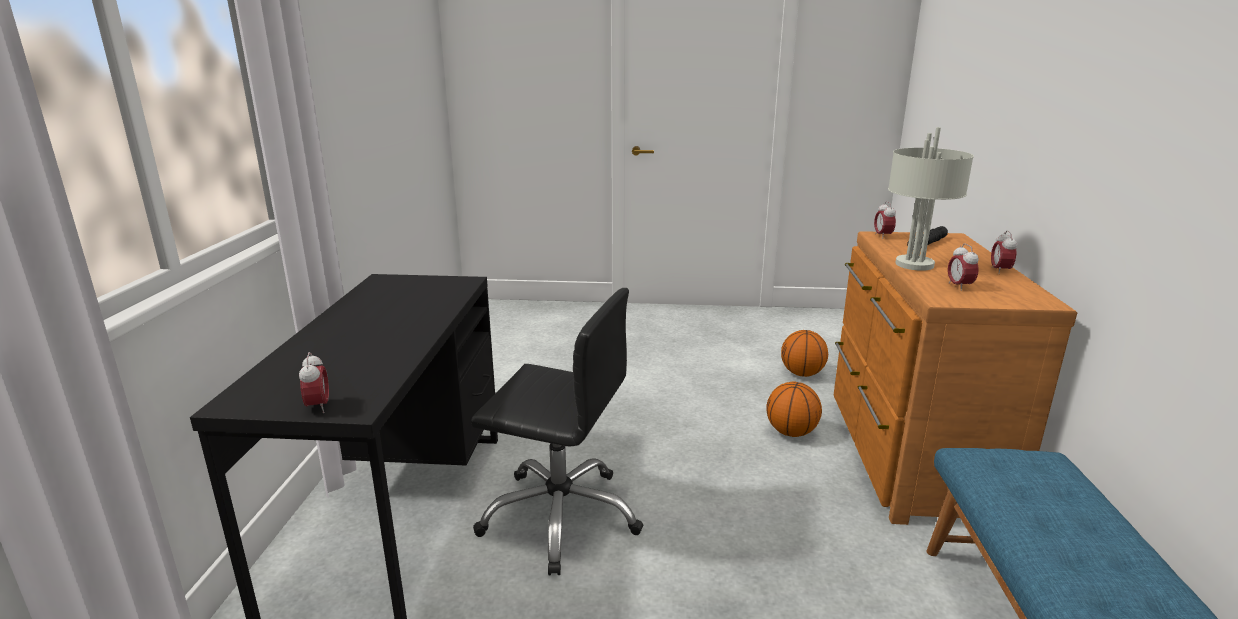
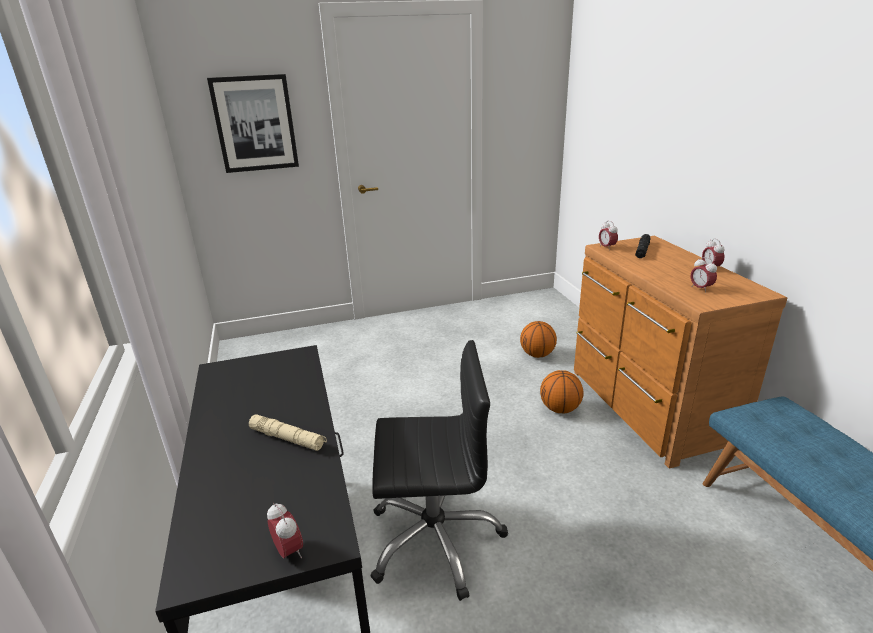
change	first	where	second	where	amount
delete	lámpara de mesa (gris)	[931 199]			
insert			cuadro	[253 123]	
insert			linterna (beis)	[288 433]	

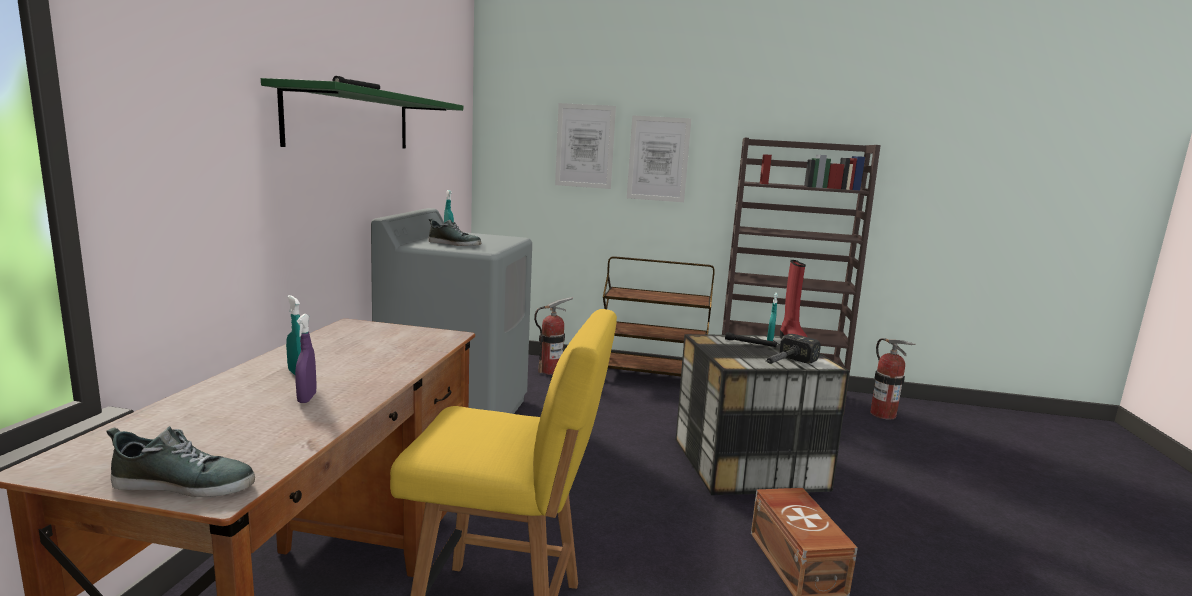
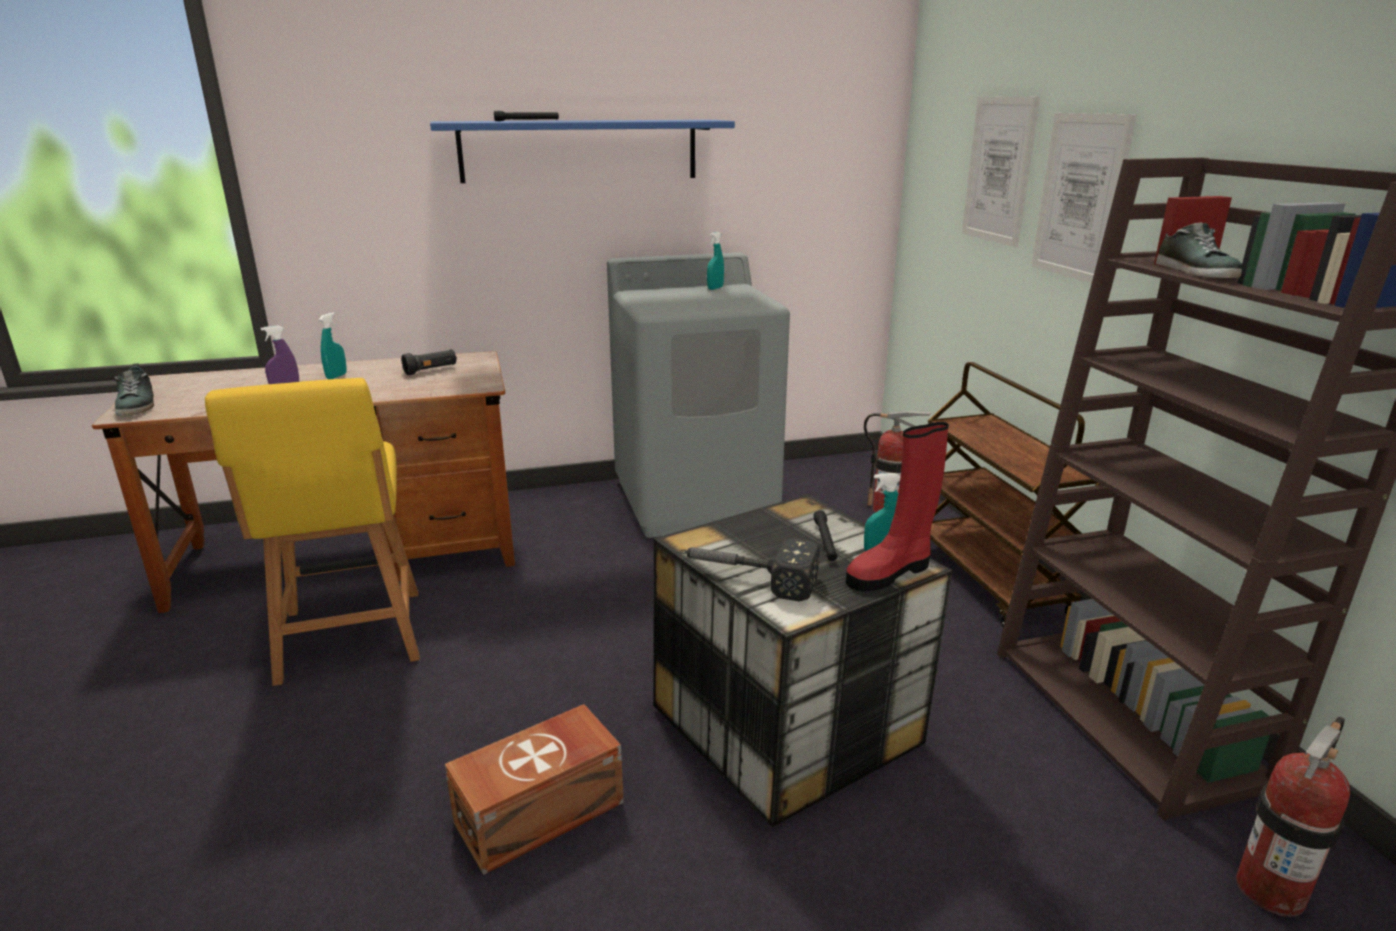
change	first	where	second	where	amount
insert			linterna (negro)	[429 362]	
move	zapato	[455 232]		[1199 250]	
recolor	estante (verde)	[362 113]	estante (azul)	[582 151]	

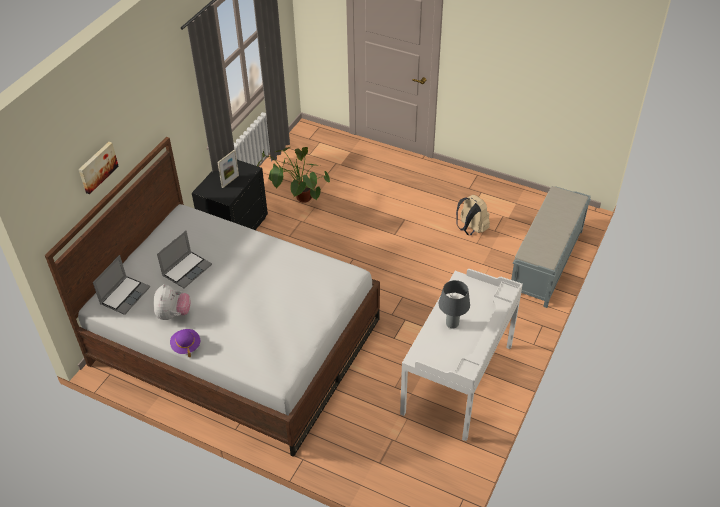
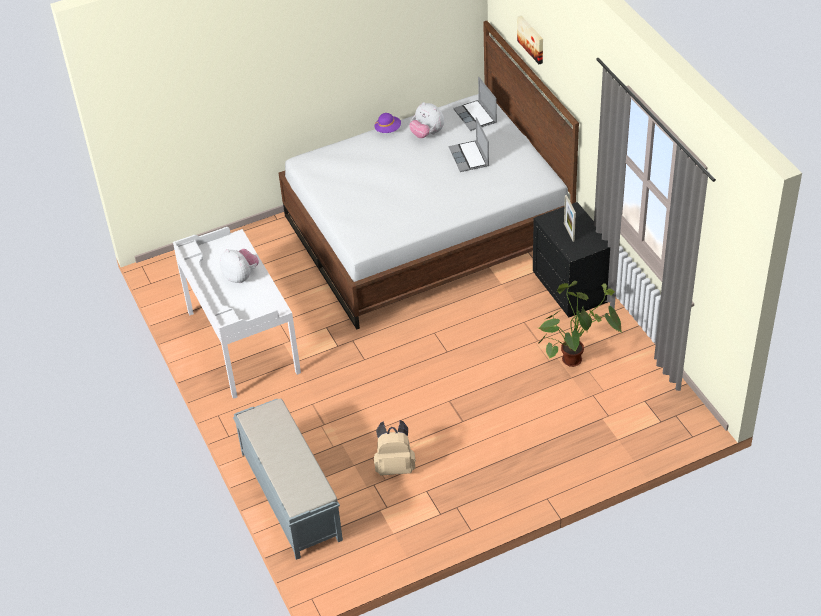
change	first	where	second	where	amount
replace	lámpara de mesa (gris)	[454 304]	peluche	[239 266]	

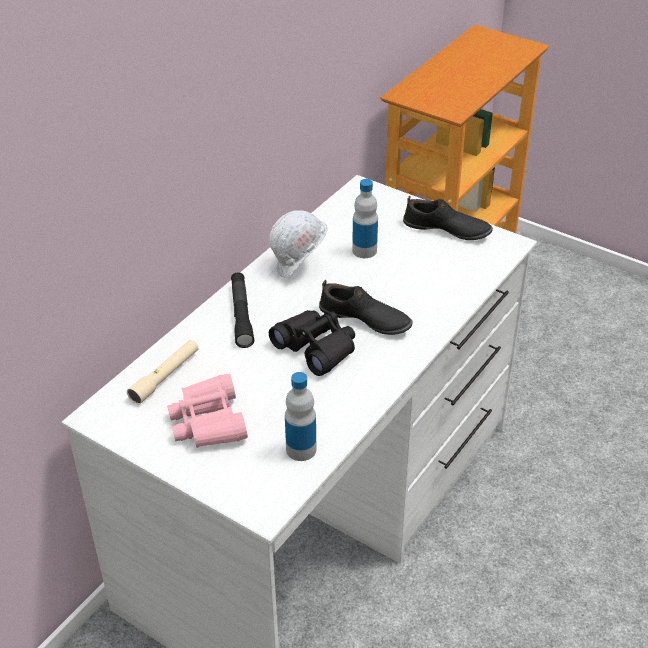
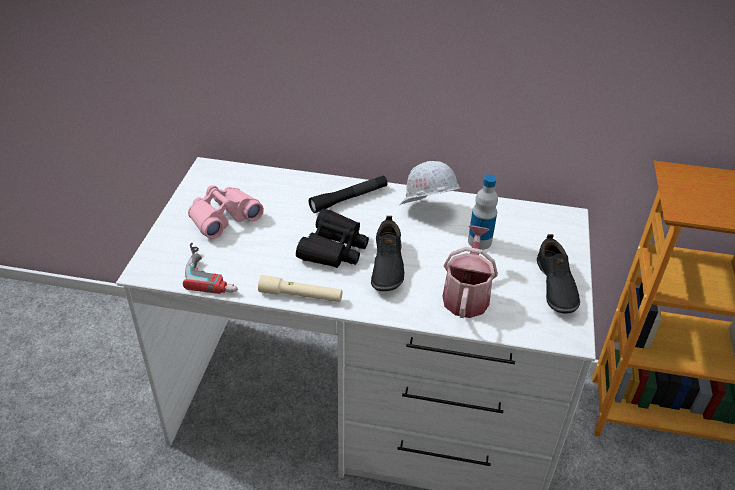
change	first	where	second	where	amount
insert			regadera	[470 272]	
move	linterna (beis)	[162 372]		[300 288]	
replace	botella	[300 416]	taladro	[210 268]	

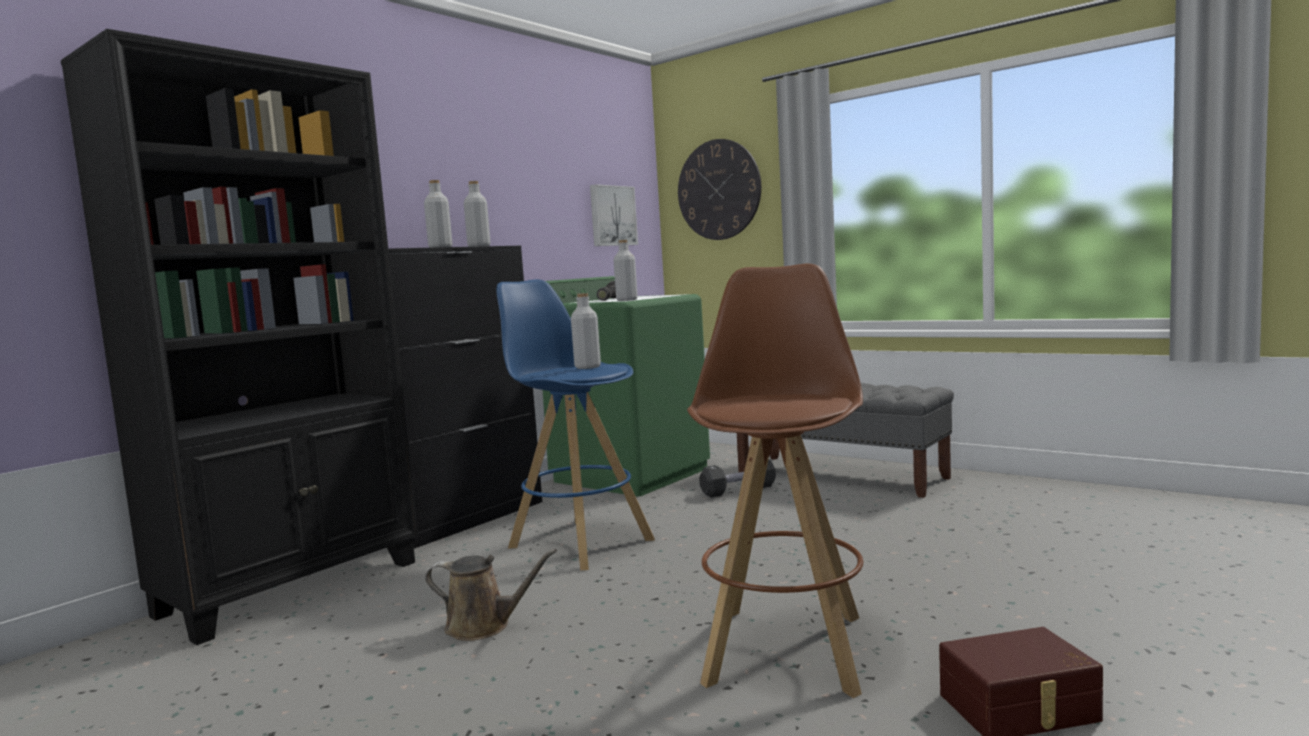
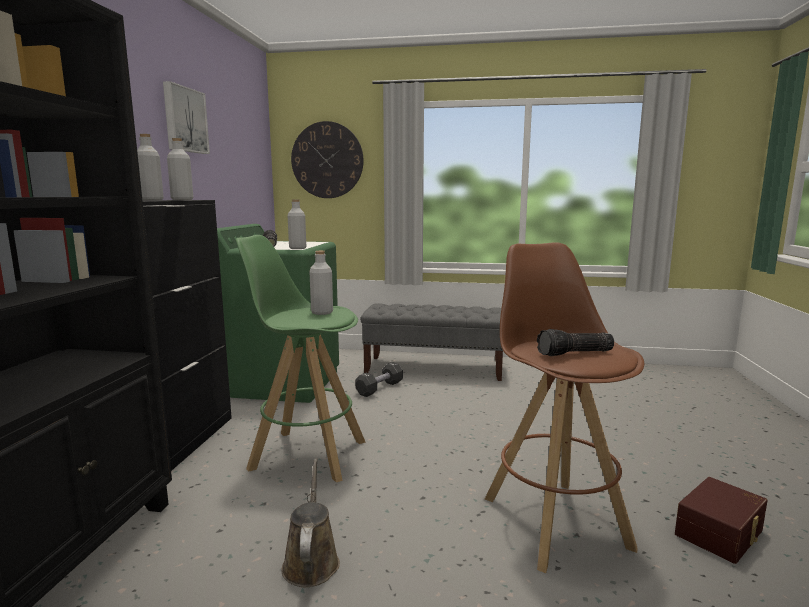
change	first	where	second	where	amount
insert			linterna	[575 342]	
move	cuadro	[614 215]		[186 117]	
recolor	taburete (azul)	[576 424]	taburete (verde)	[300 358]	
rotate	regadera (marrón)	[491 595]		[310 522]	75 degrees counterclockwise

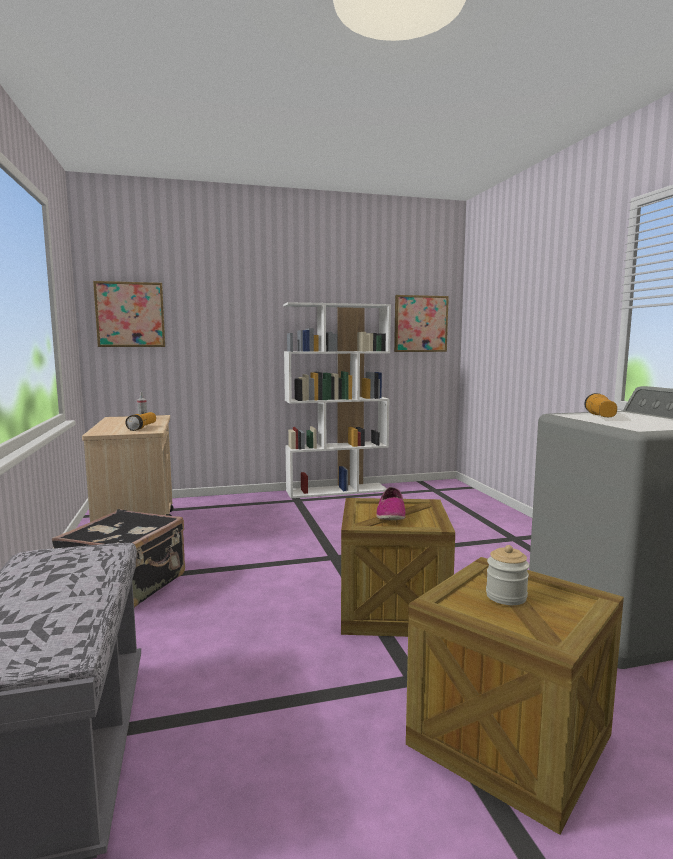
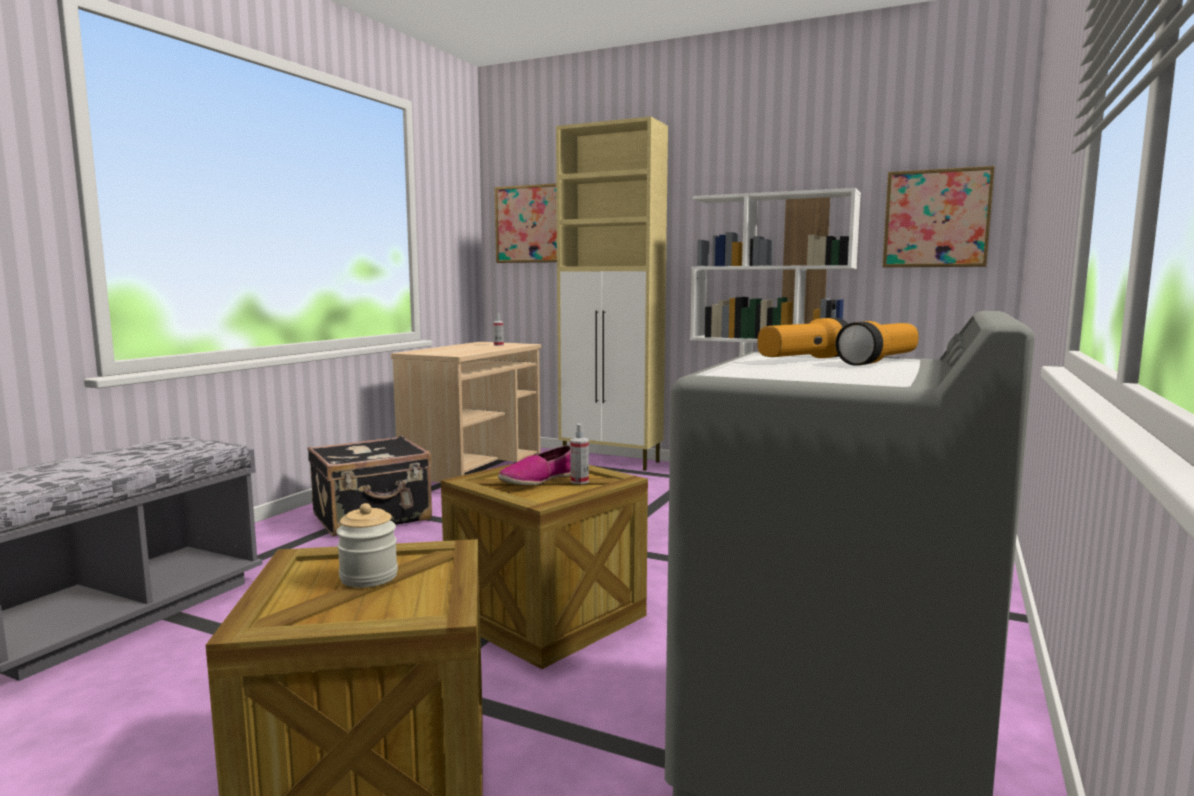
change	first	where	second	where	amount
insert			armario (beis)	[612 294]	
insert			pulverizador	[579 454]	
move	linterna	[140 421]		[876 343]	

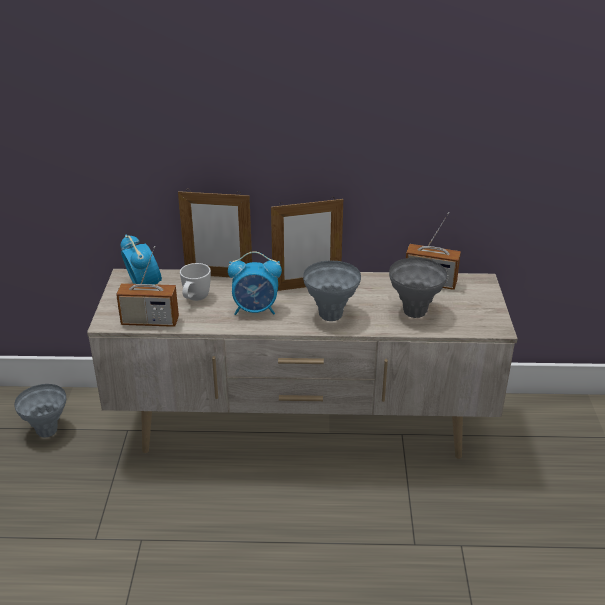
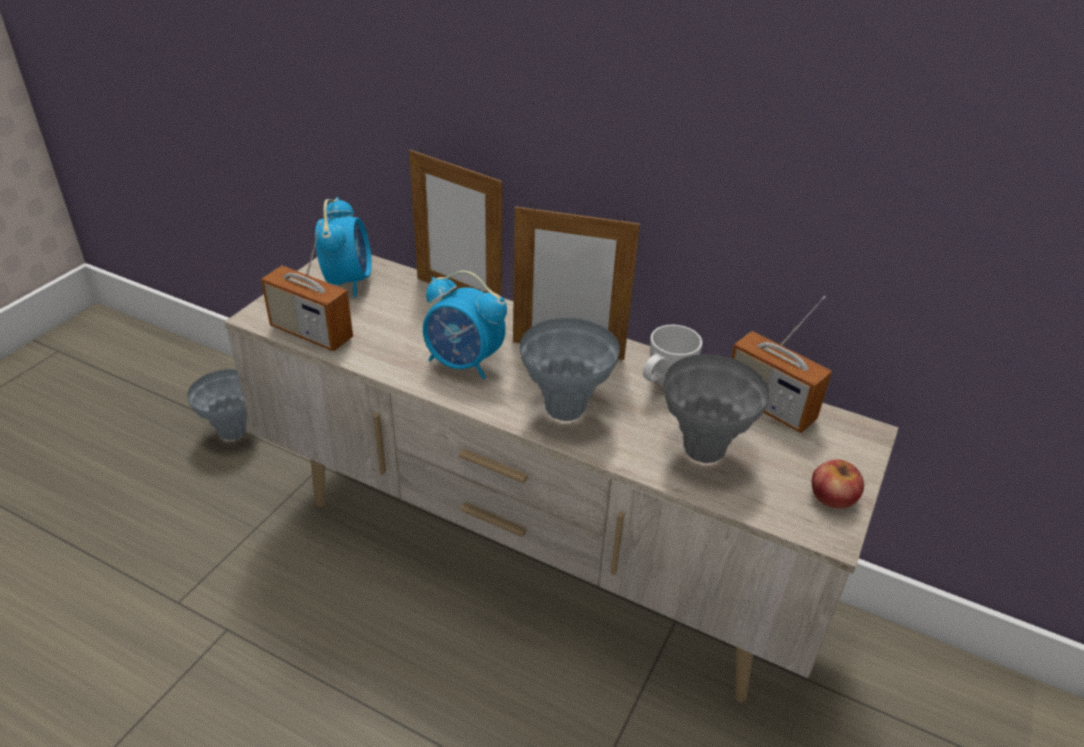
change	first	where	second	where	amount
insert			manzana	[838 484]	
move	taza grande (blanco)	[195 282]		[672 355]	

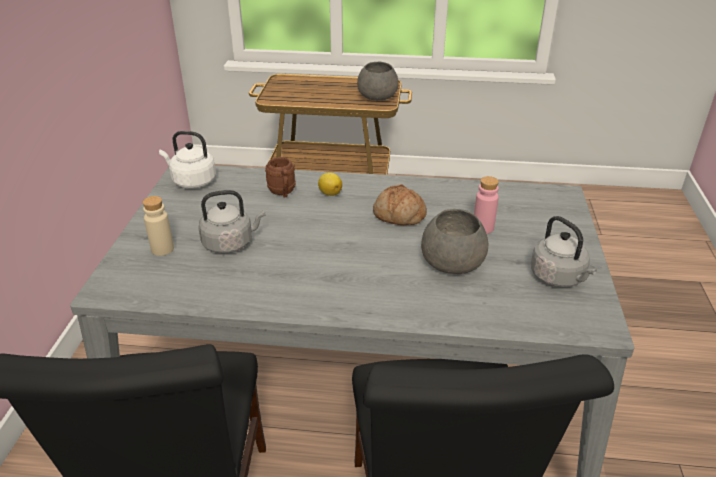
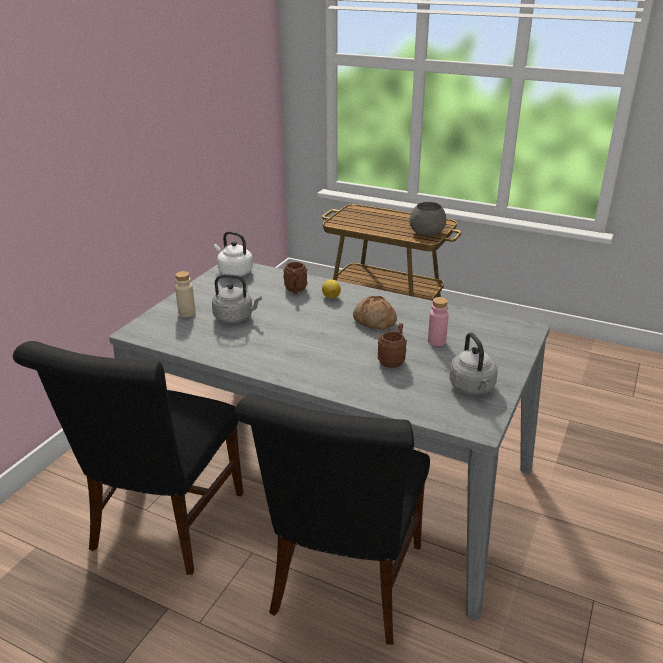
change	first	where	second	where	amount
replace	cuenco (gris)	[454 241]	taza grande (marrón)	[392 345]	

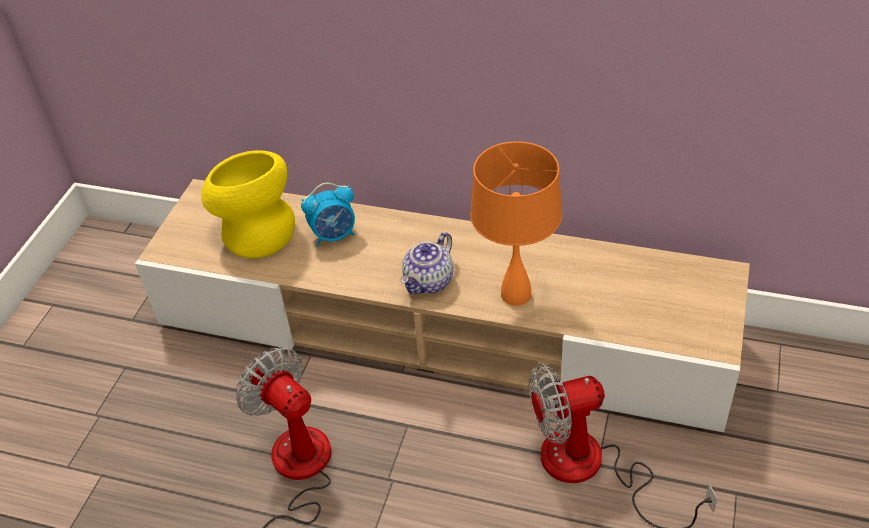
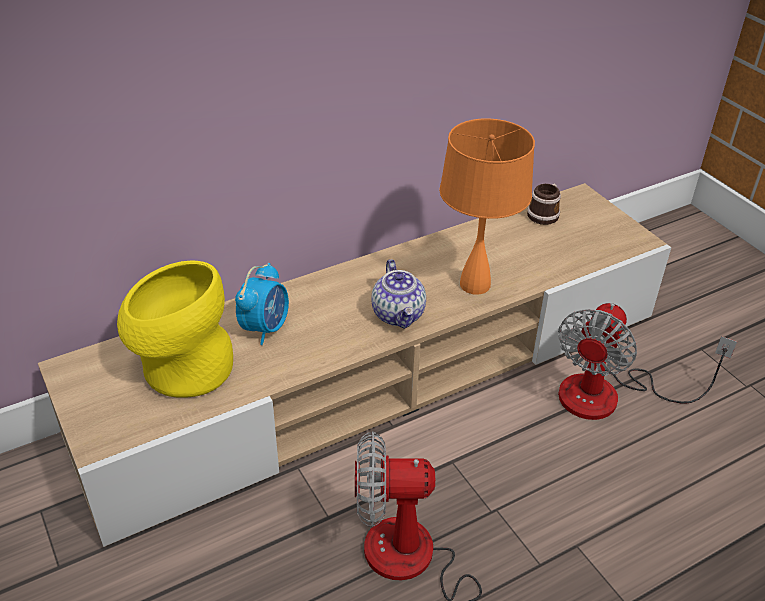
change	first	where	second	where	amount
insert			taza grande	[544 204]	

